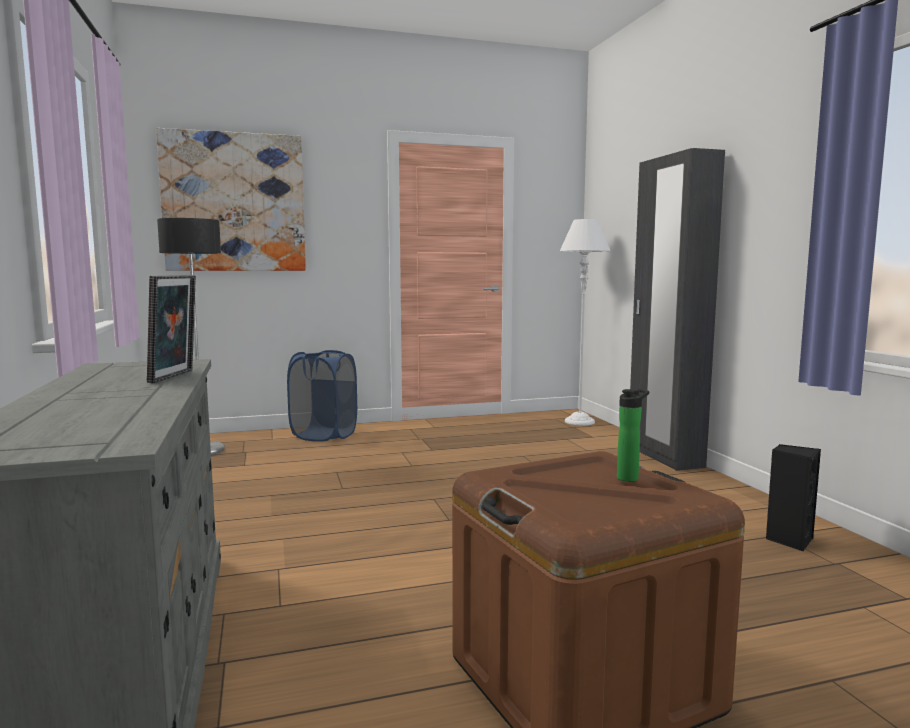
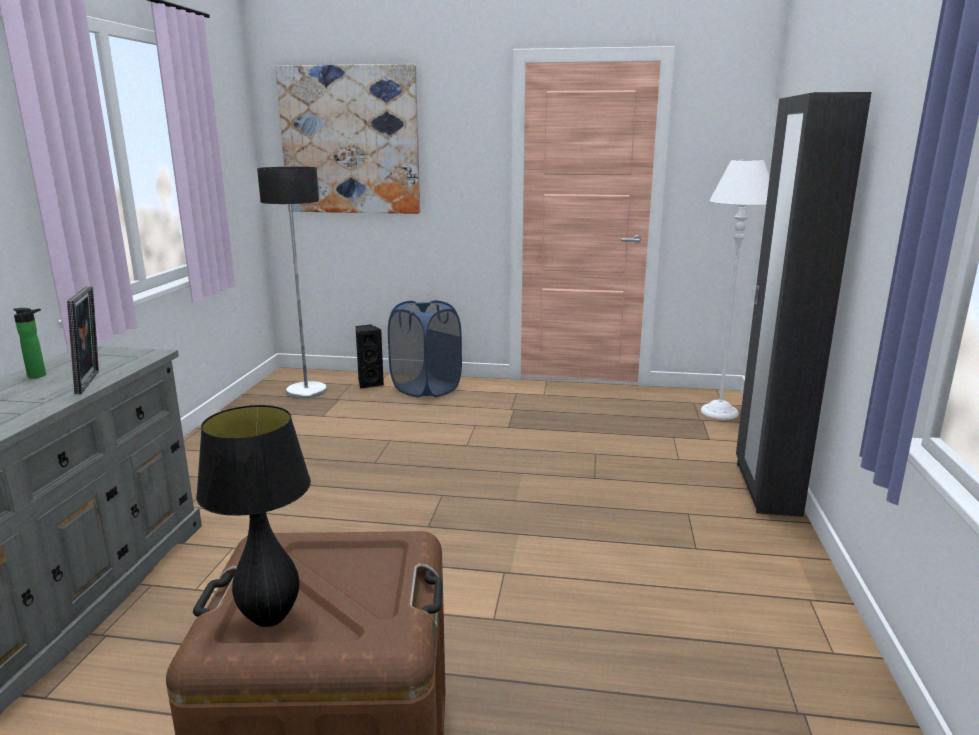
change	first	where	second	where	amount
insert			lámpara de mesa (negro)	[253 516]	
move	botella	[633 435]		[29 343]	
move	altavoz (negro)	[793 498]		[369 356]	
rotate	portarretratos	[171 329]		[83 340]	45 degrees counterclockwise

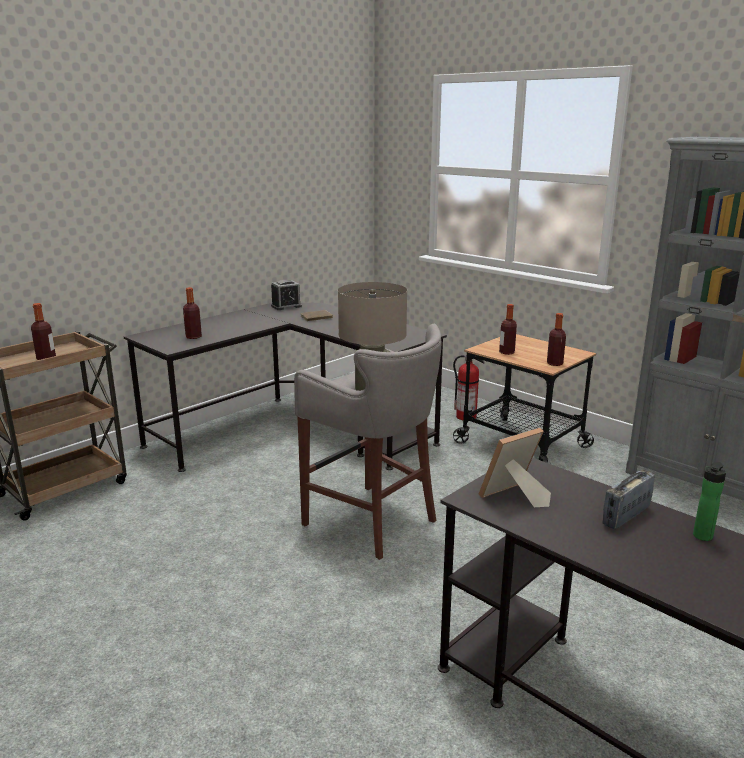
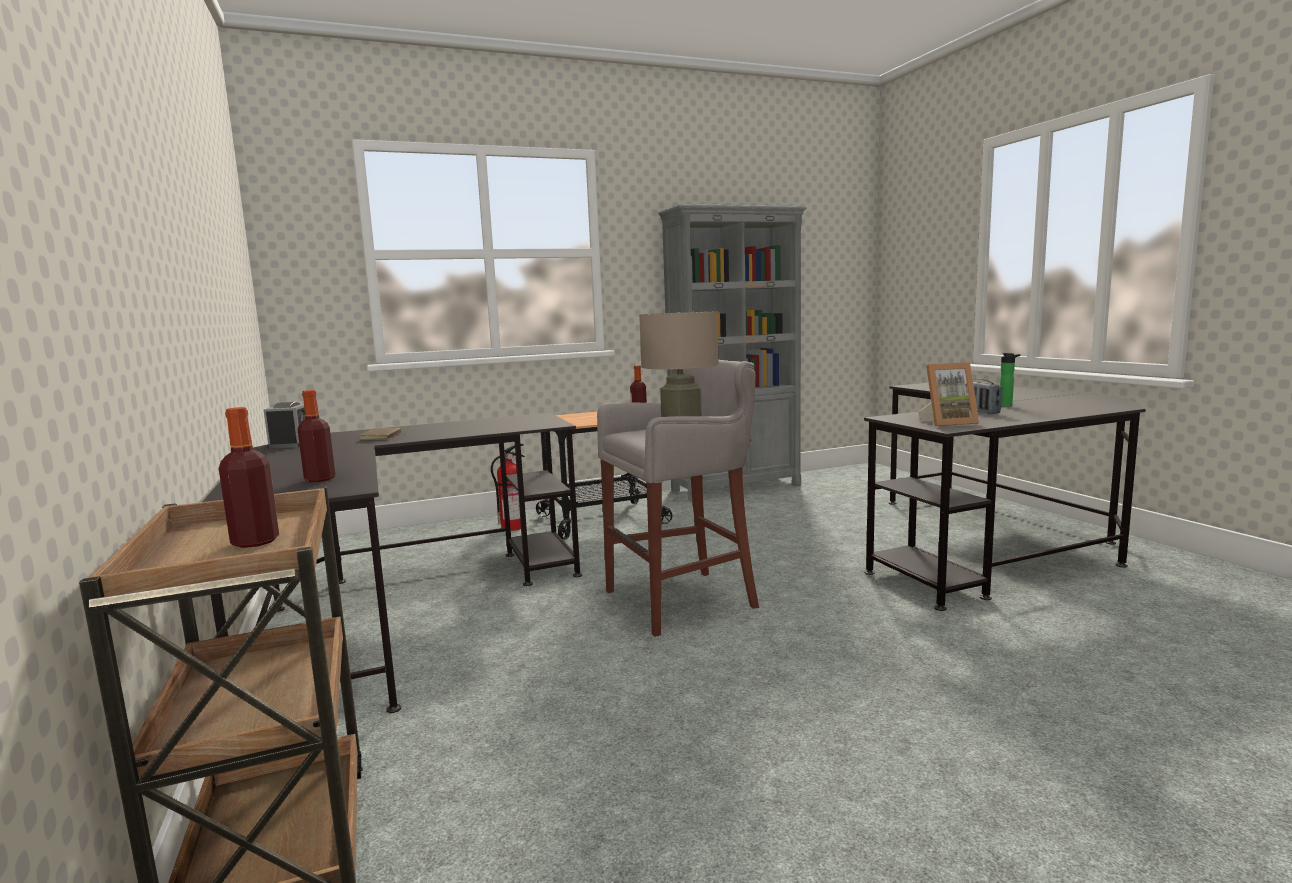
change	first	where	second	where	amount
delete	botella	[508 329]			
rotate	portarretratos	[515 467]		[949 394]	90 degrees counterclockwise

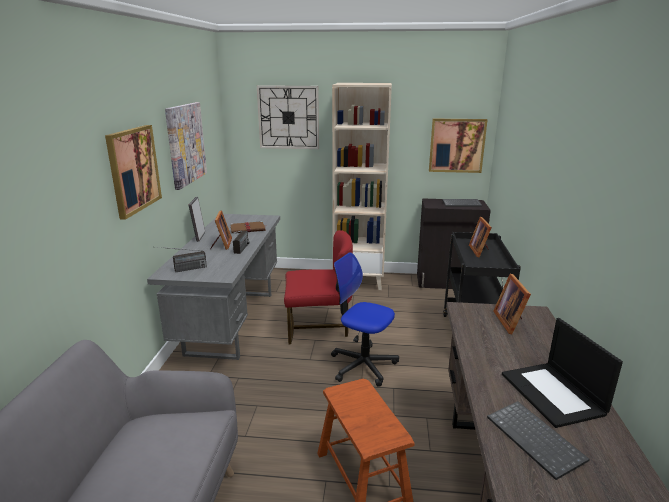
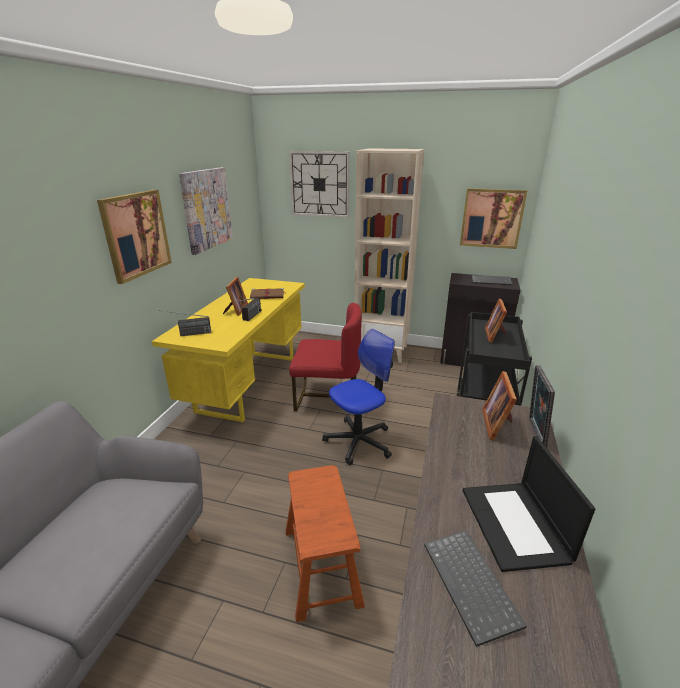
change	first	where	second	where	amount
move	portarretratos	[196 219]		[542 406]	
recolor	escritorio (gris)	[213 287]	escritorio (amarillo)	[228 350]	
rotate	silla de oficina	[365 319]		[358 397]	105 degrees clockwise

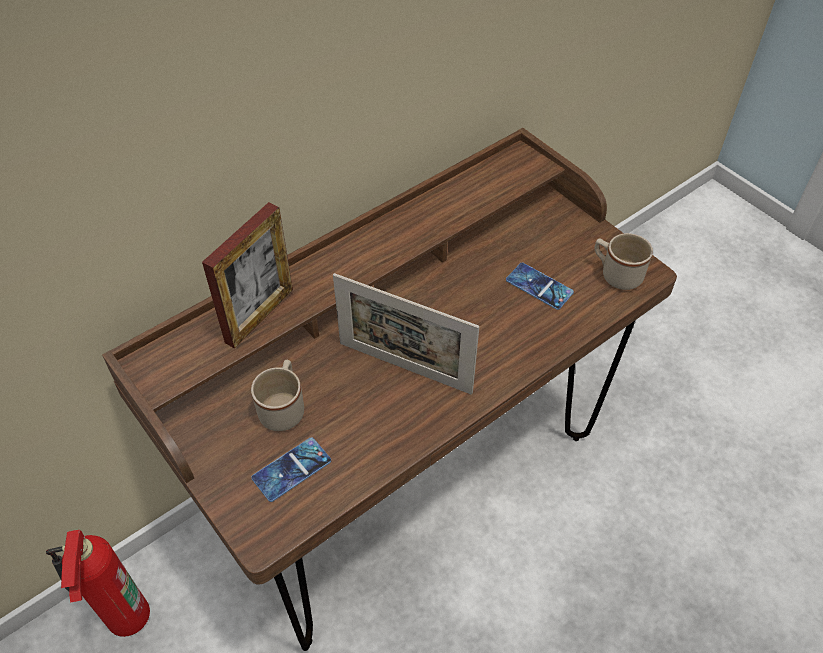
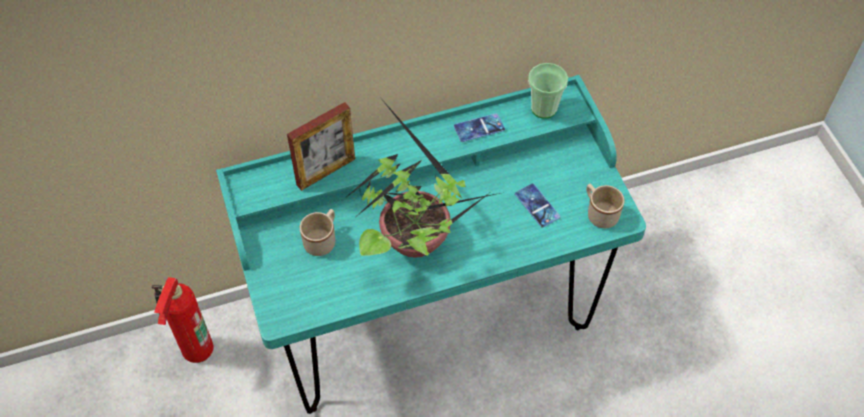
change	first	where	second	where	amount
insert			taza	[548 91]	
move	móvil	[291 469]		[479 127]	
replace	portarretratos	[406 334]	planta en maceta	[424 177]	
recolor	escritorio (marrón)	[389 389]	escritorio (turquesa)	[431 244]	

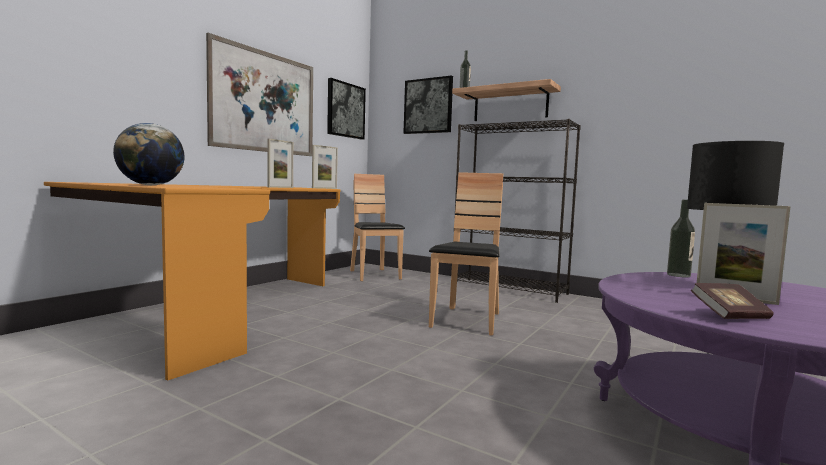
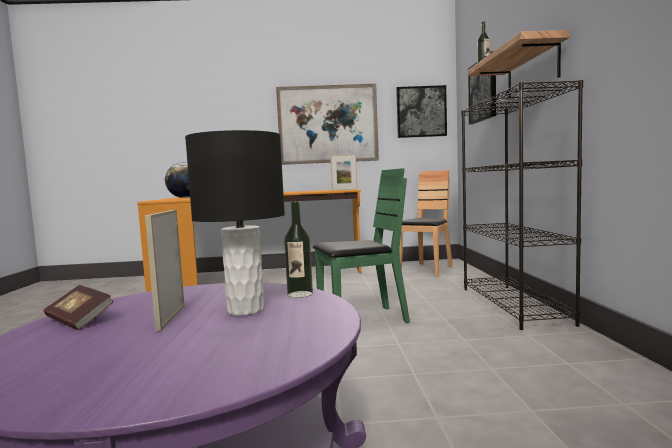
change	first	where	second	where	amount
delete	portarretratos	[280 163]			
recolor	silla (marrón)	[466 254]	silla (verde)	[361 245]	

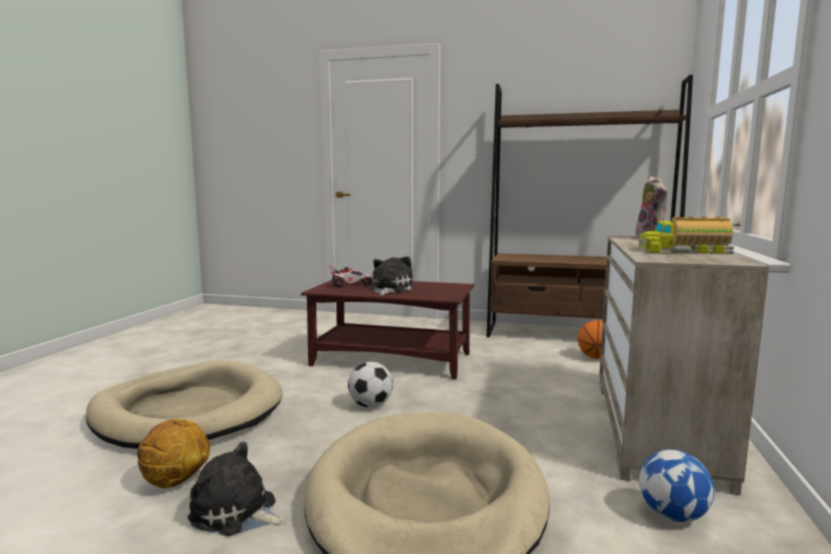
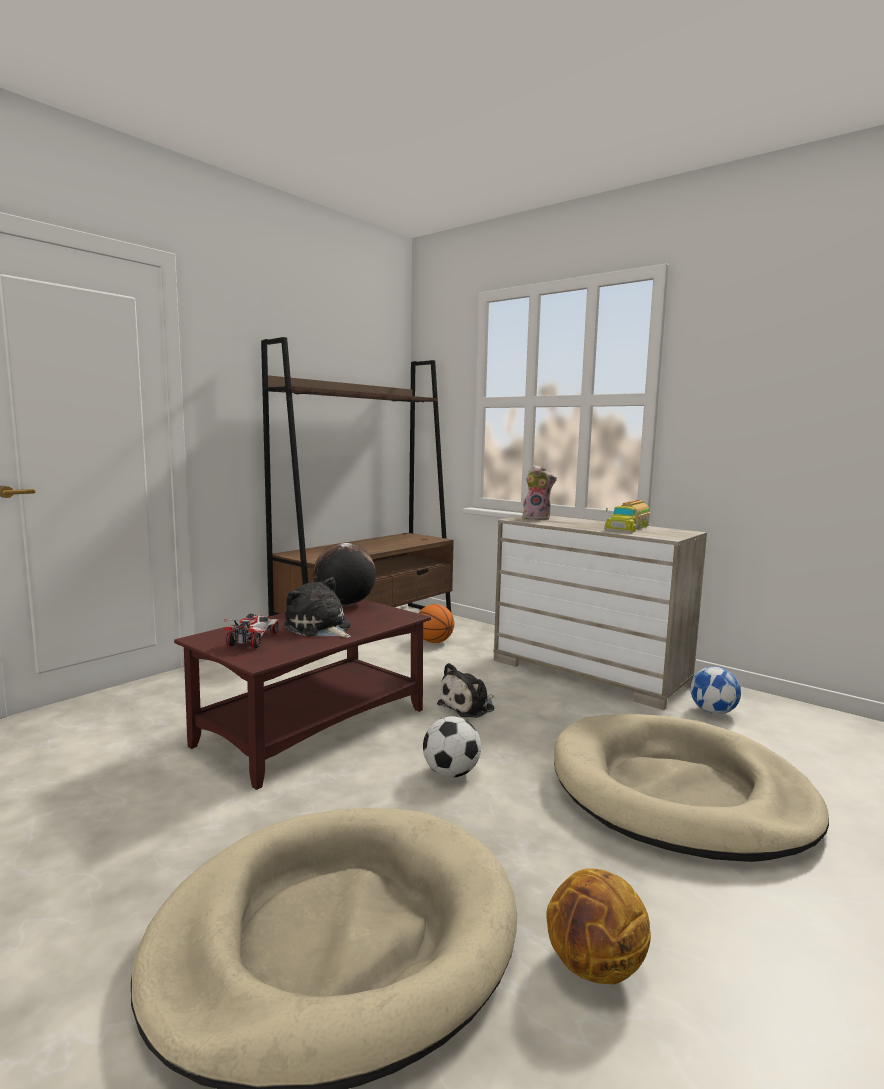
change	first	where	second	where	amount
insert			globo terráqueo	[344 574]	
move	peluche	[237 489]		[466 690]	

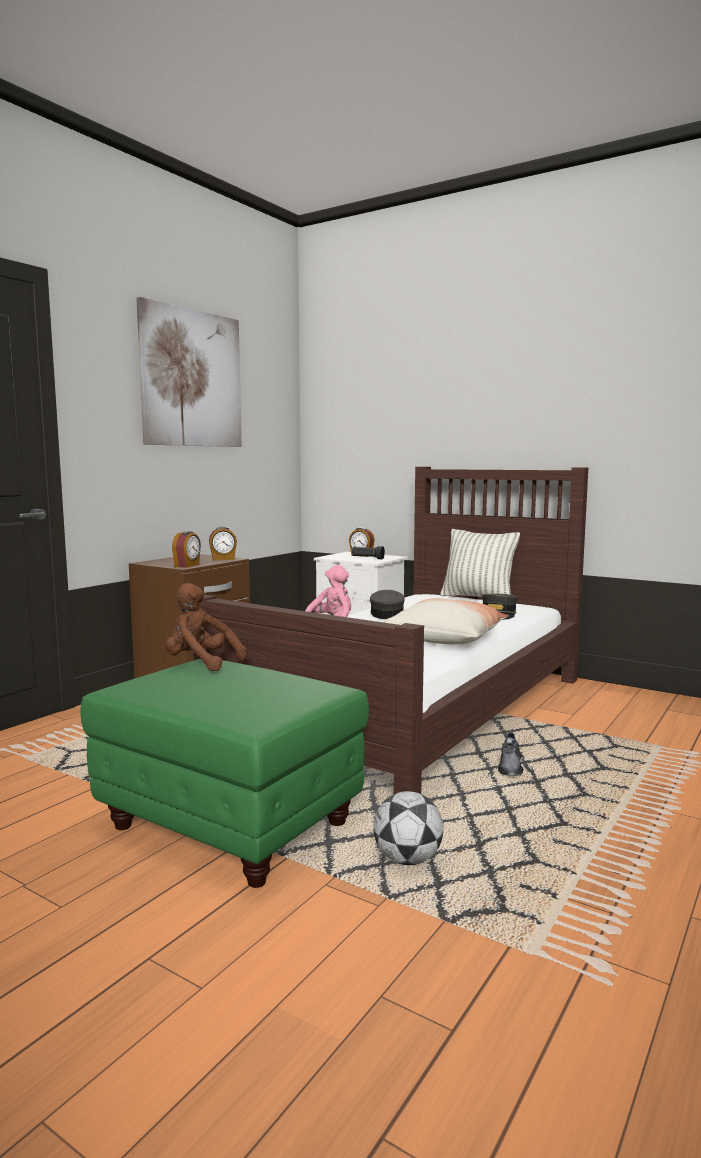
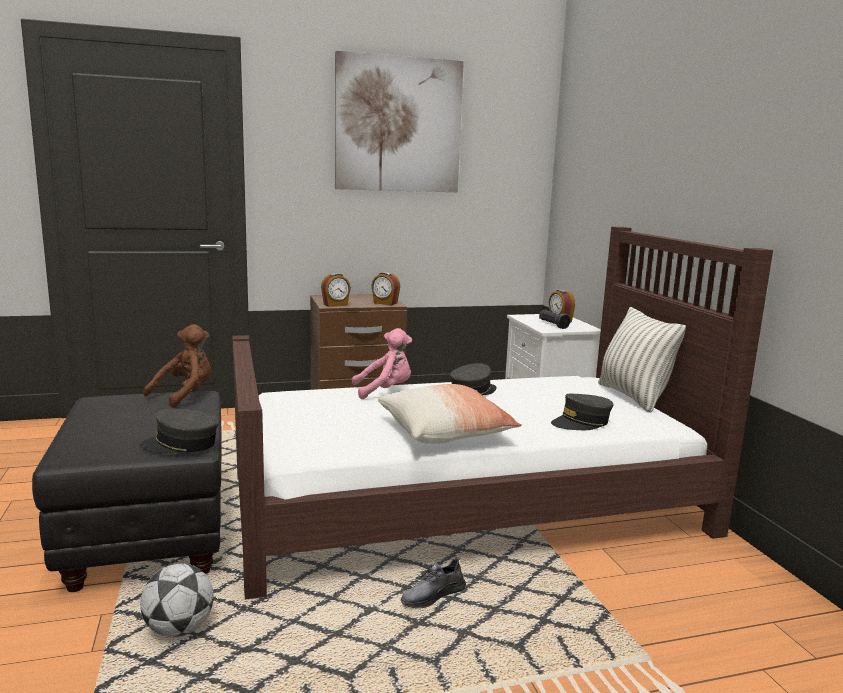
change	first	where	second	where	amount
insert			gorra (gris)	[179 431]	
recolor	puf (verde)	[224 773]	puf (negro)	[127 491]	
rotate	peluche (marrón)	[206 627]		[177 366]	60 degrees clockwise

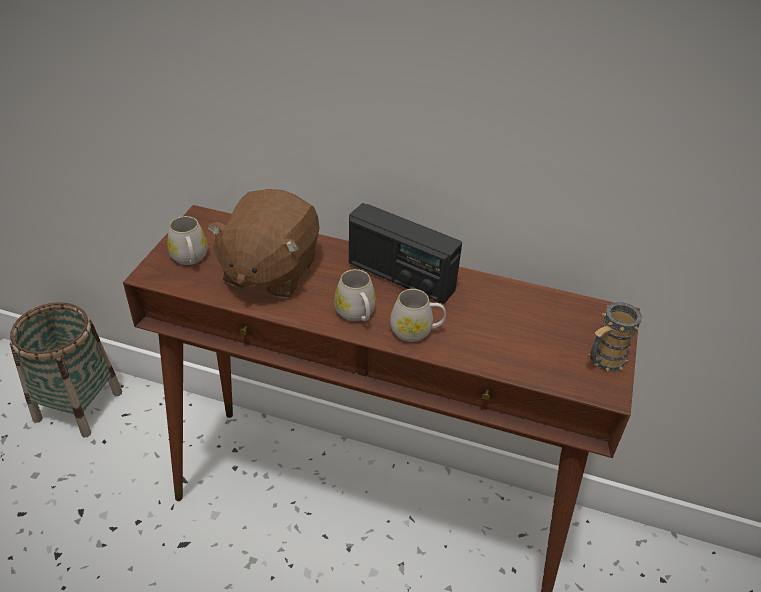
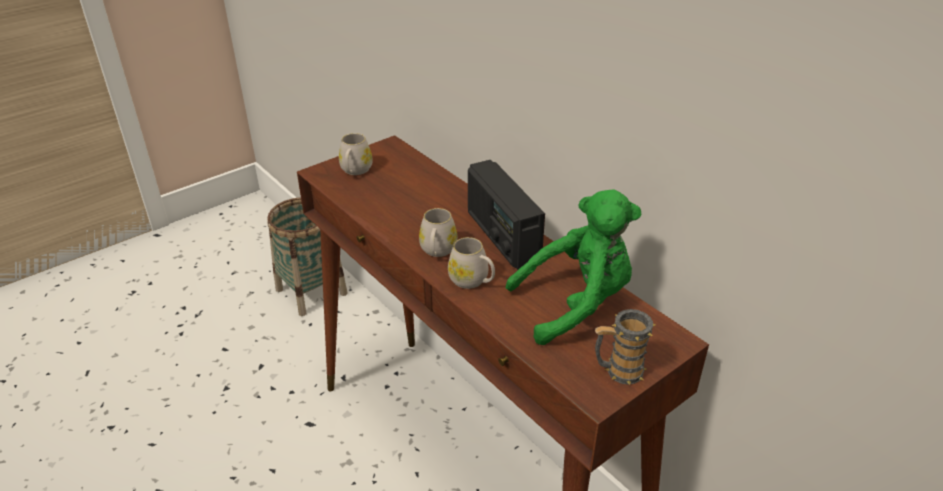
change	first	where	second	where	amount
delete	peluche (marrón)	[263 244]			
insert			peluche (verde)	[574 267]	

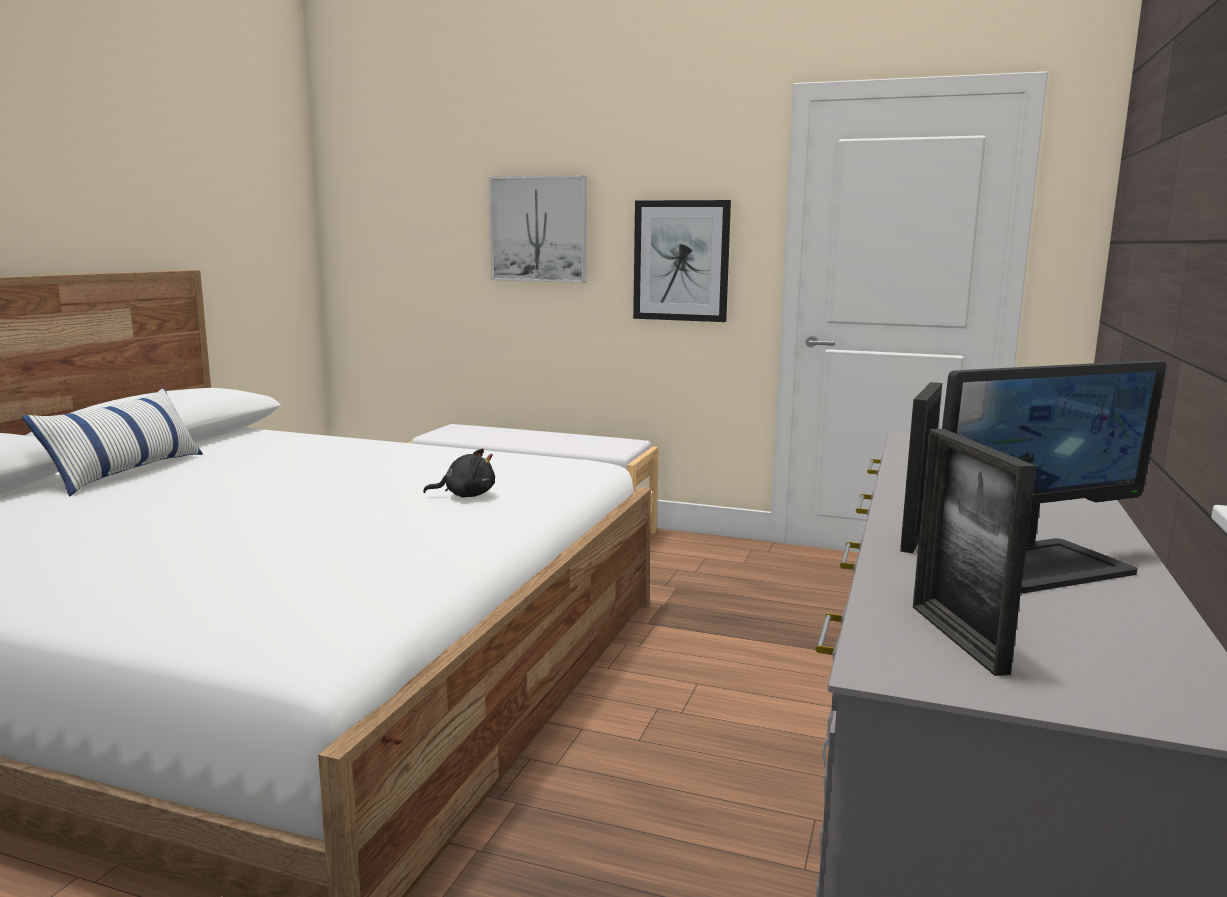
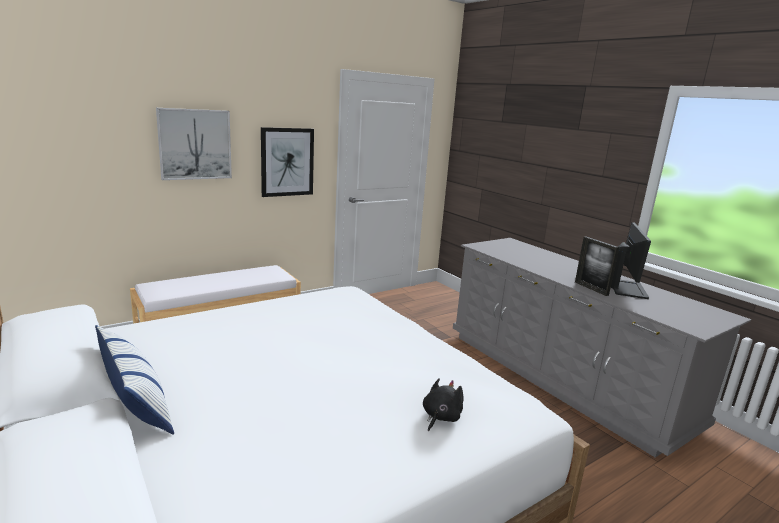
change	first	where	second	where	amount
delete	portarretratos	[974 552]			
move	peluche (negro)	[459 472]		[443 405]	

